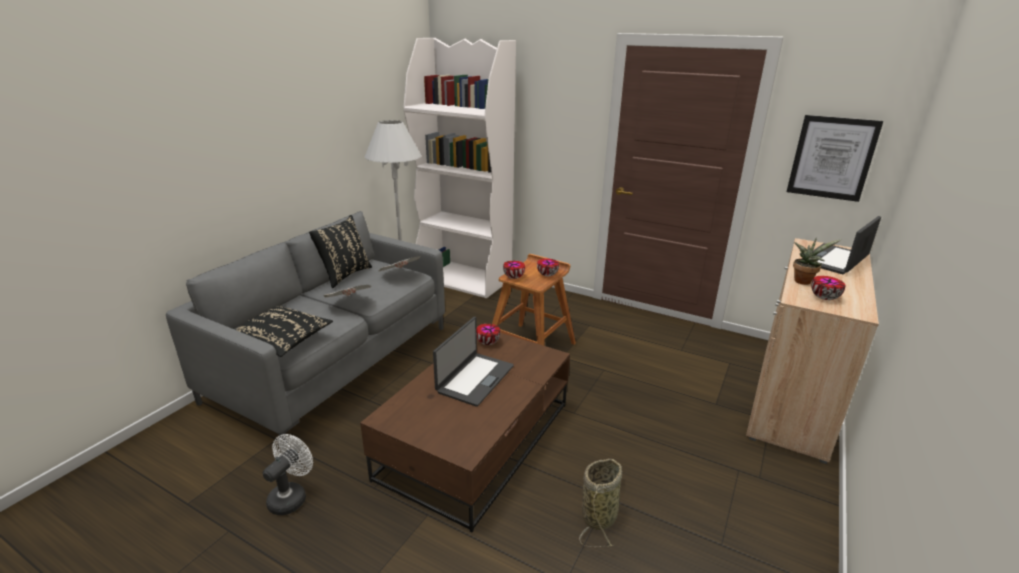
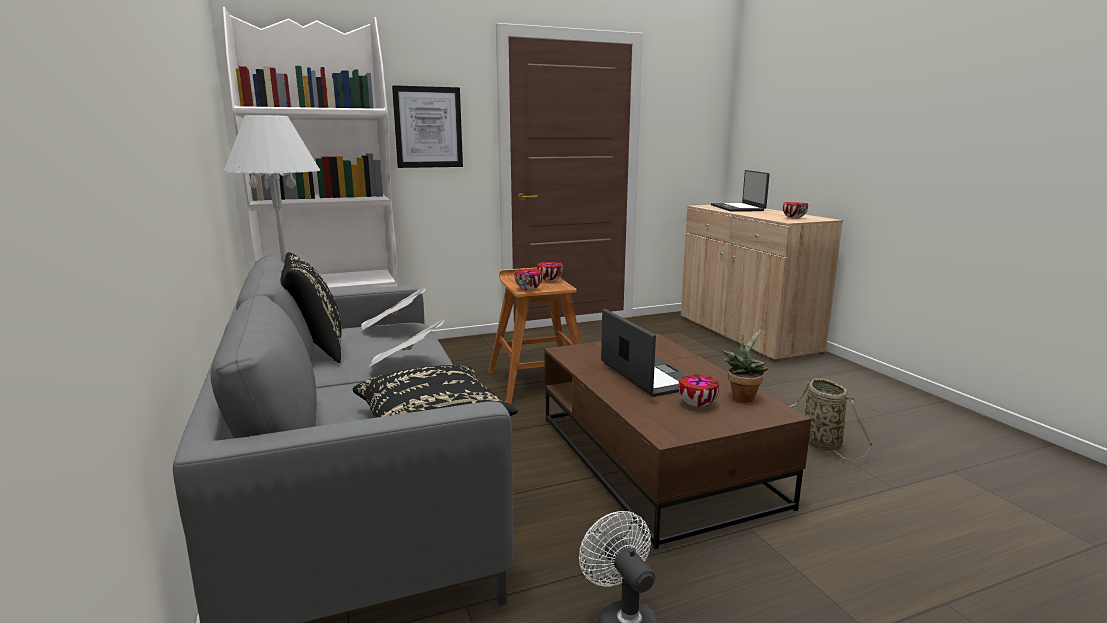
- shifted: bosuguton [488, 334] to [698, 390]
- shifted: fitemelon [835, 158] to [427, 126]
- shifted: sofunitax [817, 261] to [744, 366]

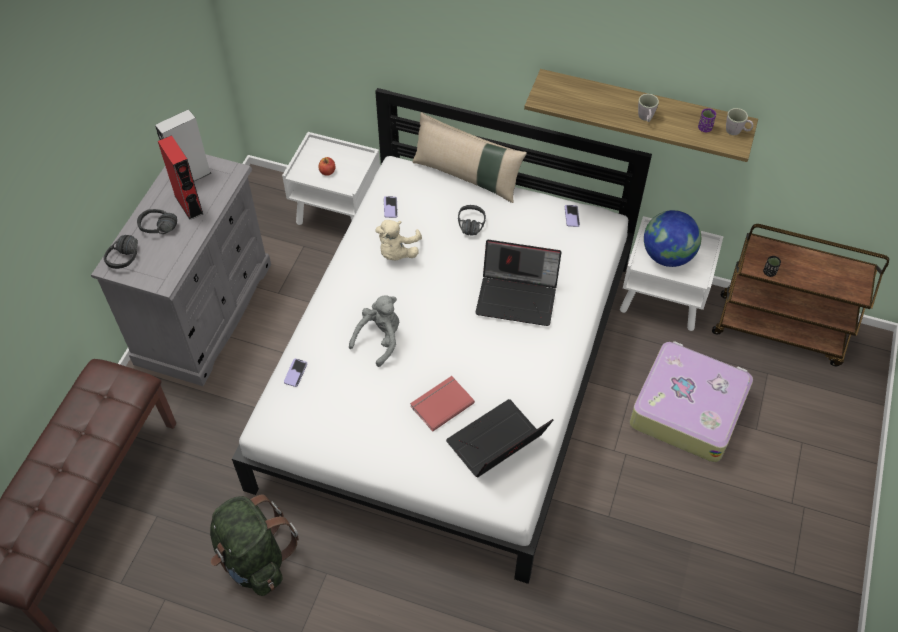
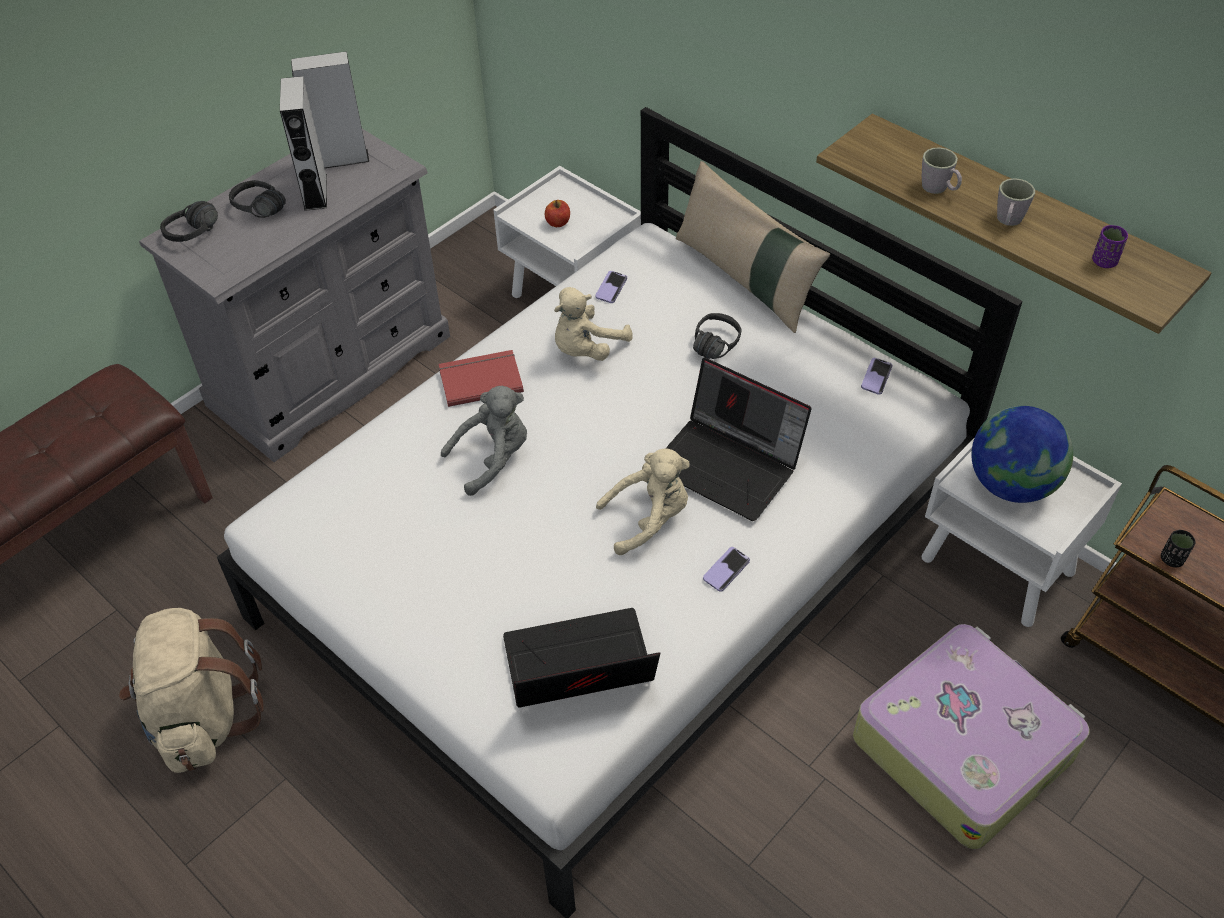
- new: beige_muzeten [643, 501]
- shifted: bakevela [295, 372] to [726, 569]
- shifted: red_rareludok [442, 404] to [481, 378]
- shifted: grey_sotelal [739, 121] to [942, 170]
- repainted: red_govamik [181, 177] to grey_govamik [303, 143]
- repainted: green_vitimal [254, 545] to beige_vitimal [191, 690]

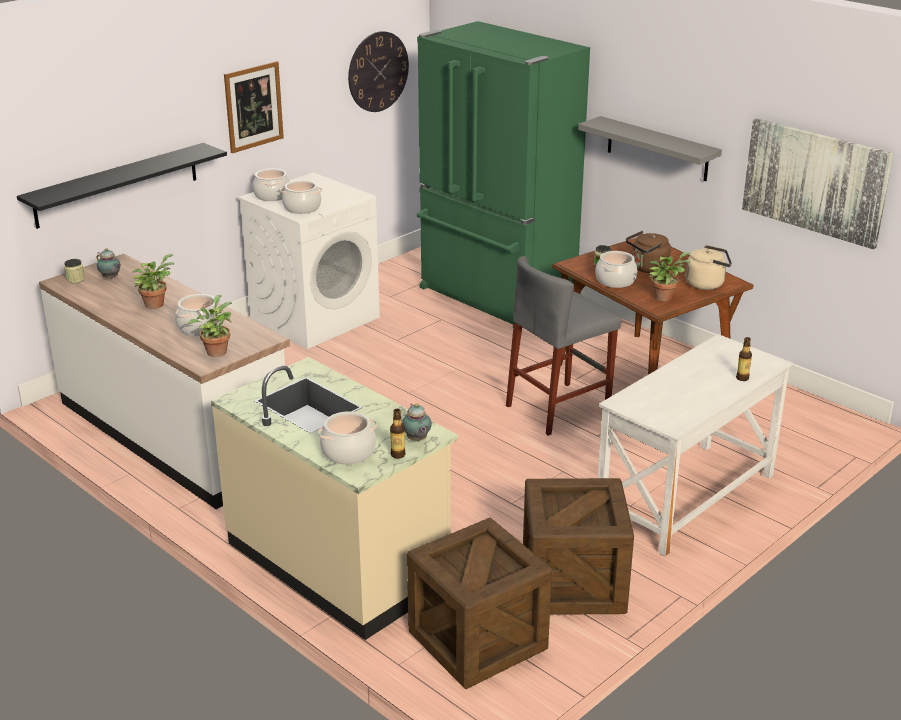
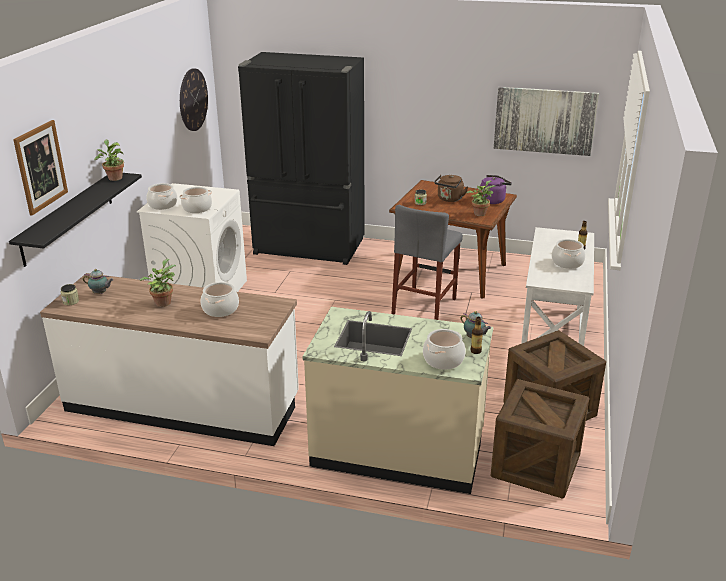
- gone: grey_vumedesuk [650, 148]
- shifted: sofunitax [209, 326] to [109, 160]
- shifted: fitemelon [254, 107] to [40, 168]
- shifted: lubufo [616, 269] to [568, 254]
- repainted: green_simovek [503, 174] to black_simovek [301, 158]
- repainted: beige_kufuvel [709, 267] to purple_kufuvel [496, 189]

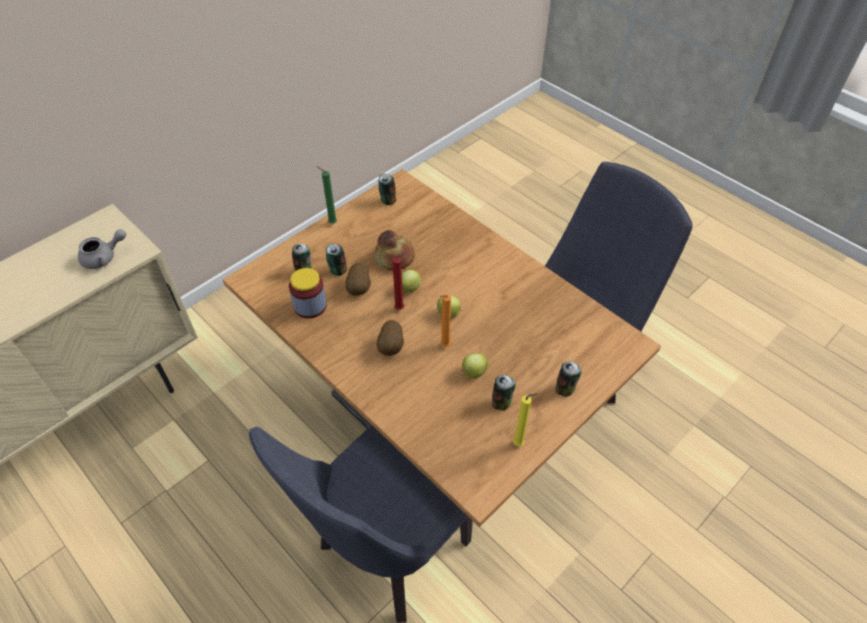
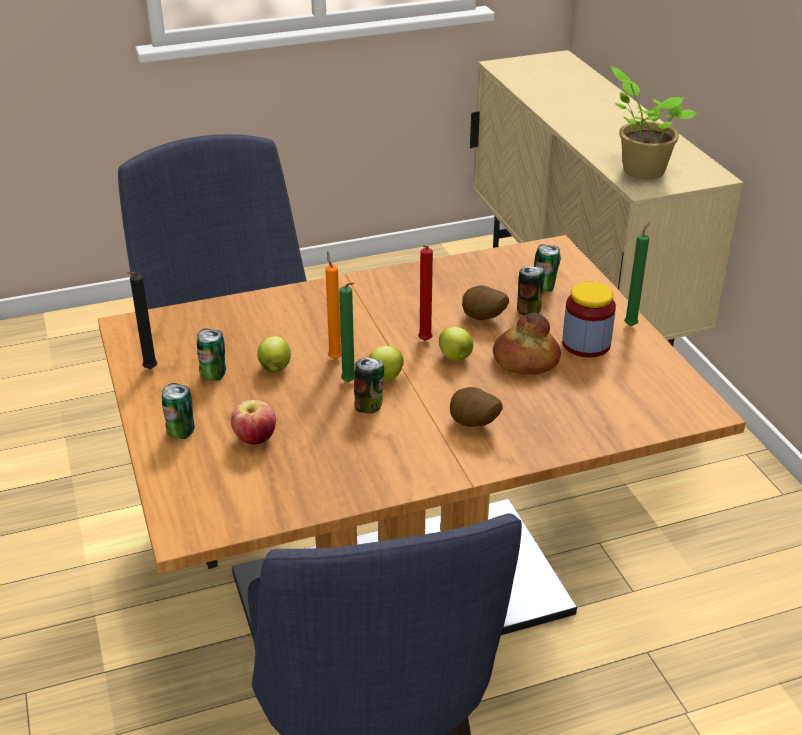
- new: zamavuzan [253, 422]
- new: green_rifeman [347, 332]
- shifted: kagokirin [308, 293] to [589, 319]
- shifted: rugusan [390, 338] to [476, 407]
- shifted: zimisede [387, 189] to [369, 386]
- swapped: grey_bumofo [102, 249] to sofunitax [653, 122]
- repainted: yellow_rifeman [525, 419] to black_rifeman [142, 320]

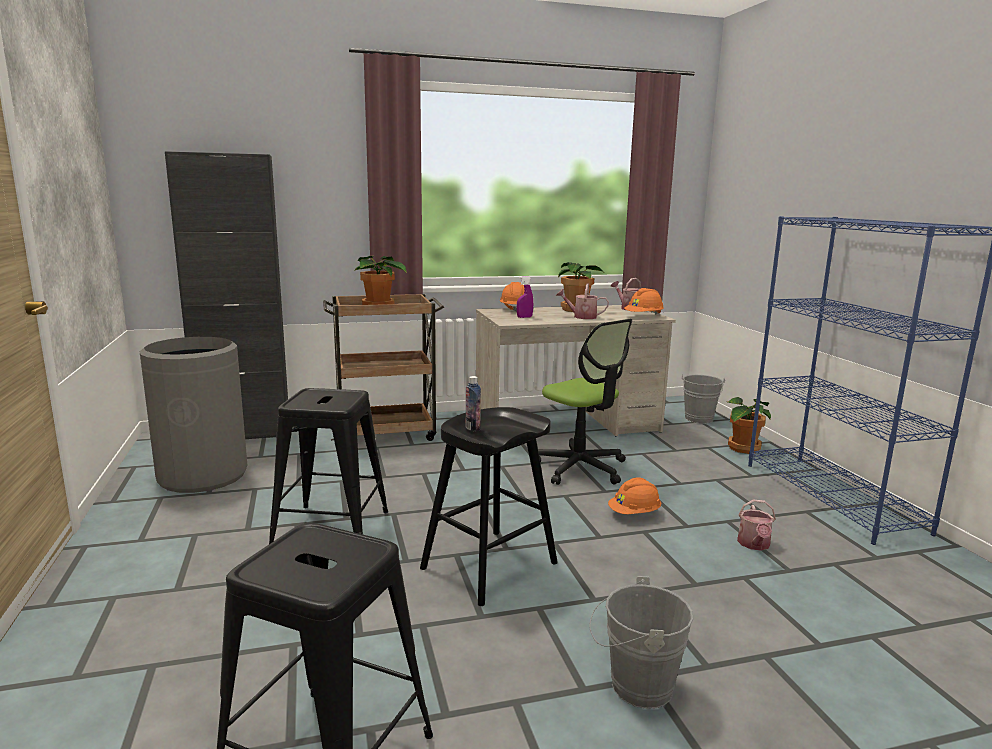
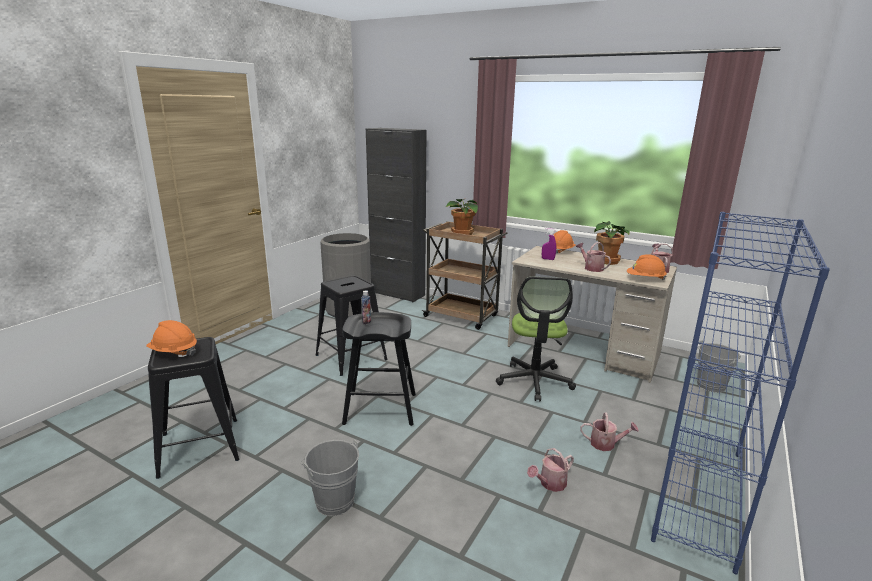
- gone: sofunitax [749, 425]
- new: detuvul [609, 431]
- shifted: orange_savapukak [634, 496] to [171, 338]

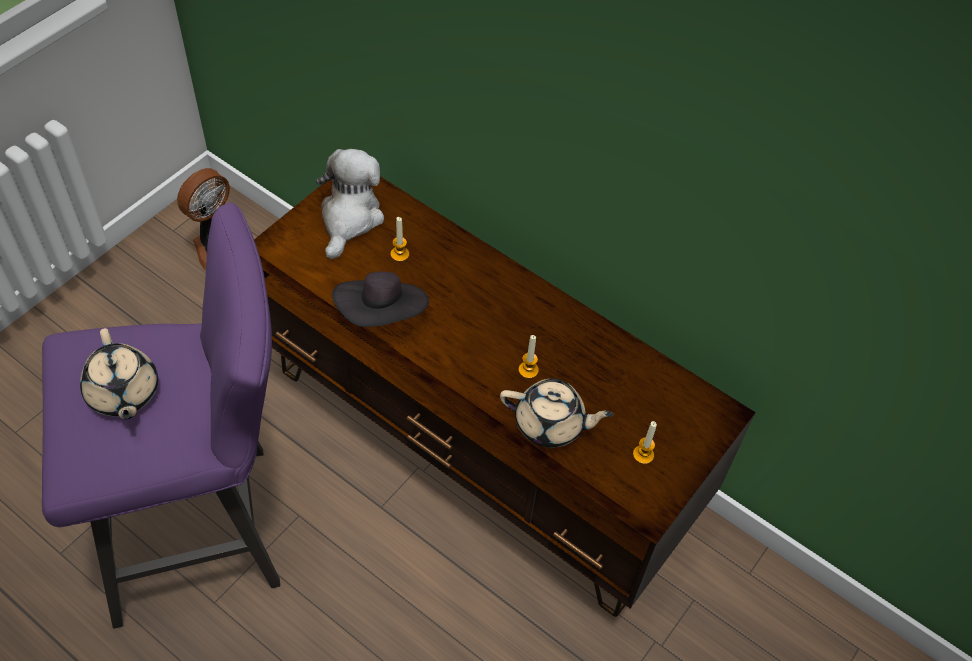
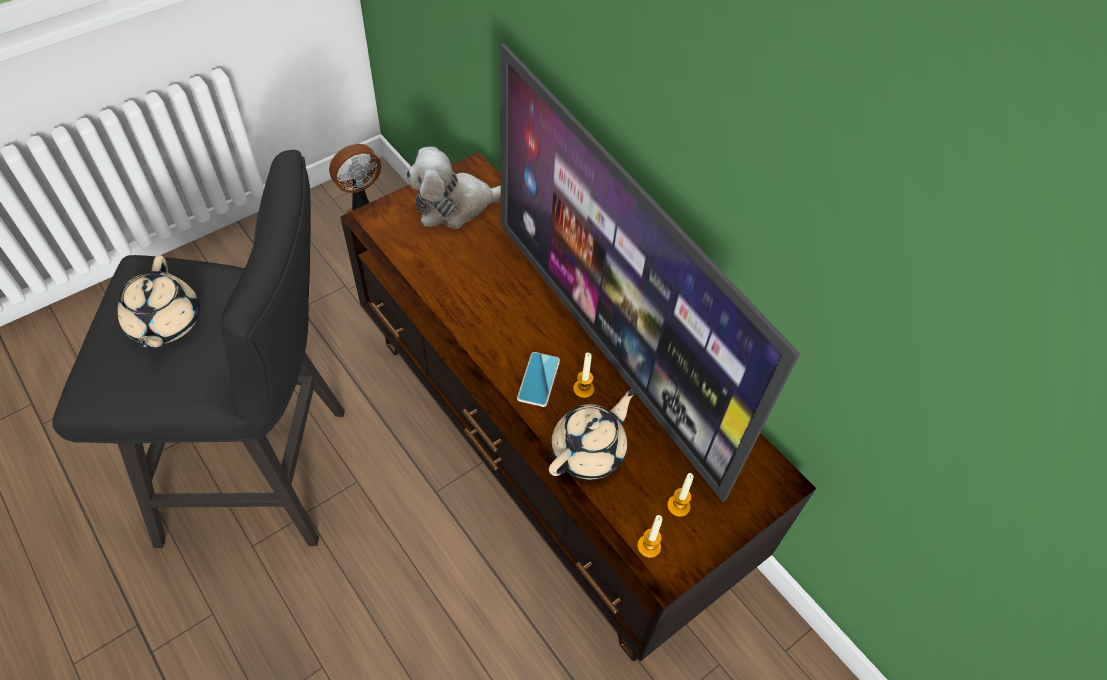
- gone: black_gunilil [380, 299]
- new: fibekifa [650, 272]
- new: bakevela [538, 379]
- shifted: rifeman [400, 239] to [649, 536]
- repainted: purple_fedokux [161, 415] to black_fedokux [199, 349]
- rotated: muzeten [350, 204] = [453, 188] 135 degrees counterclockwise
- rotated: beige_bumofo [557, 413] = [592, 433] 75 degrees counterclockwise

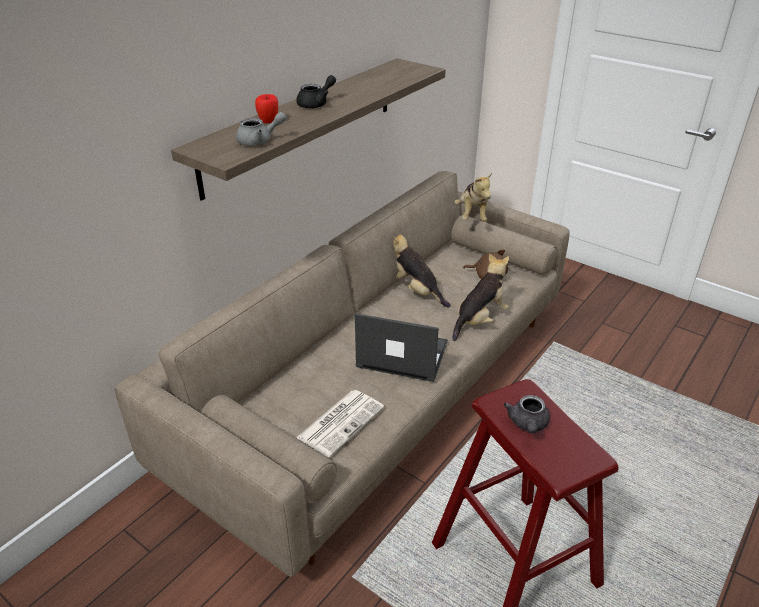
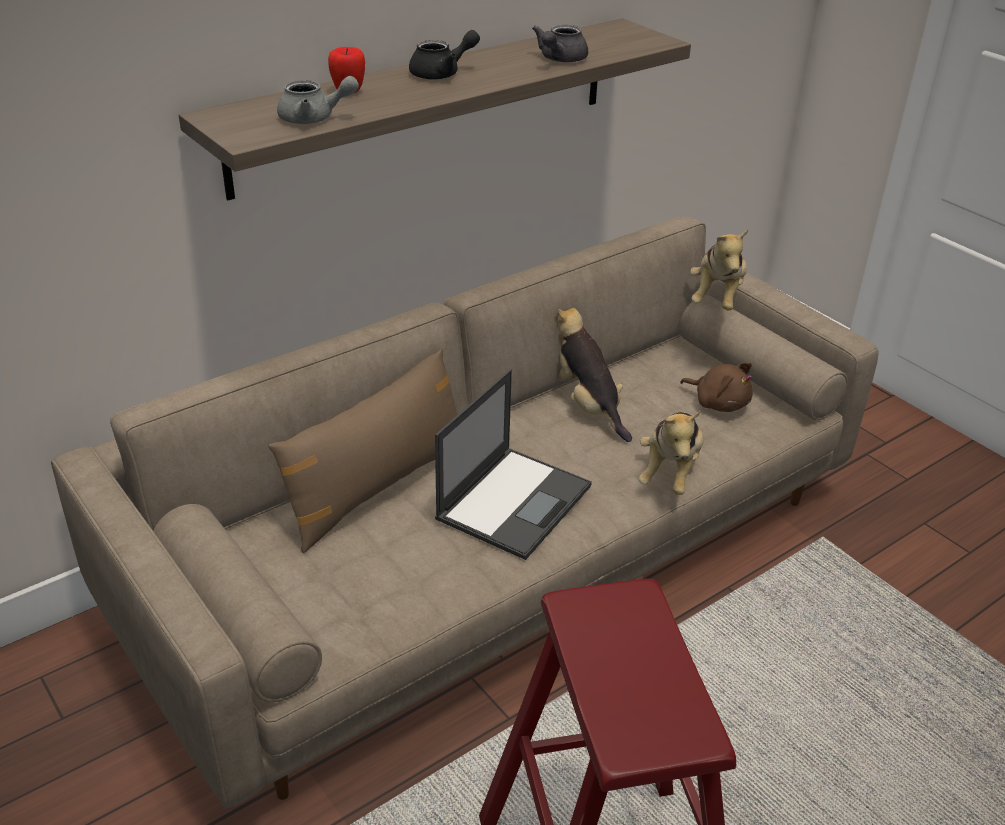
- gone: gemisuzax [340, 423]
- new: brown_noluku [363, 451]
- shifted: grey_bumofo [527, 414] to [560, 43]
- rotated: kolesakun [401, 347] = [513, 464] 90 degrees clockwise
- rotated: muzeten [480, 297] = [671, 453] 135 degrees clockwise

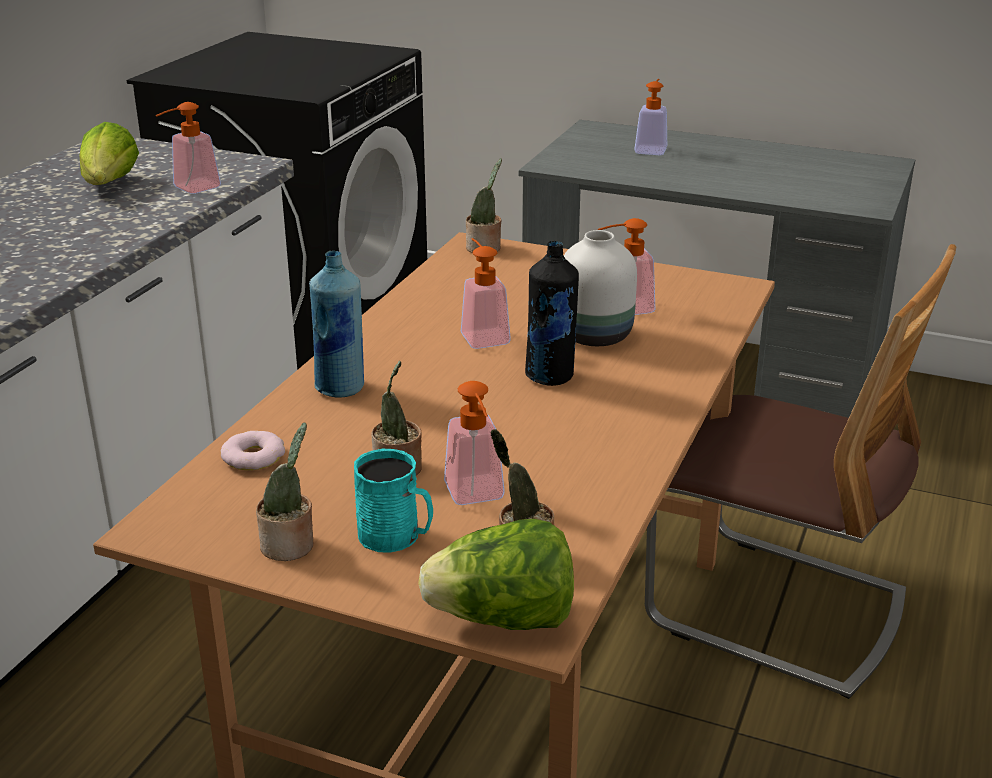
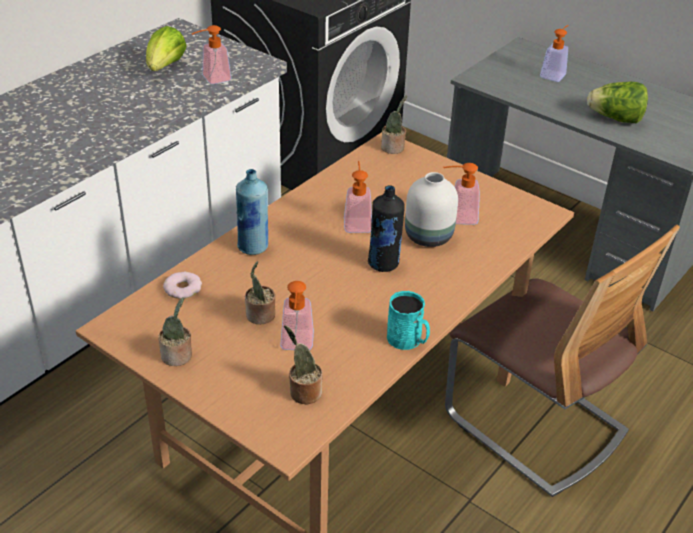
- shifted: turquoise_sotelal [393, 500] to [408, 320]
- shifted: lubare [496, 574] to [617, 102]

